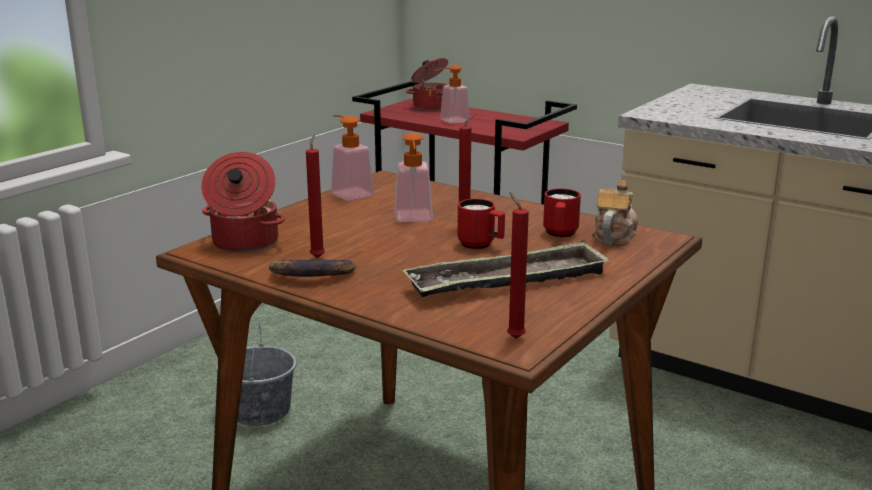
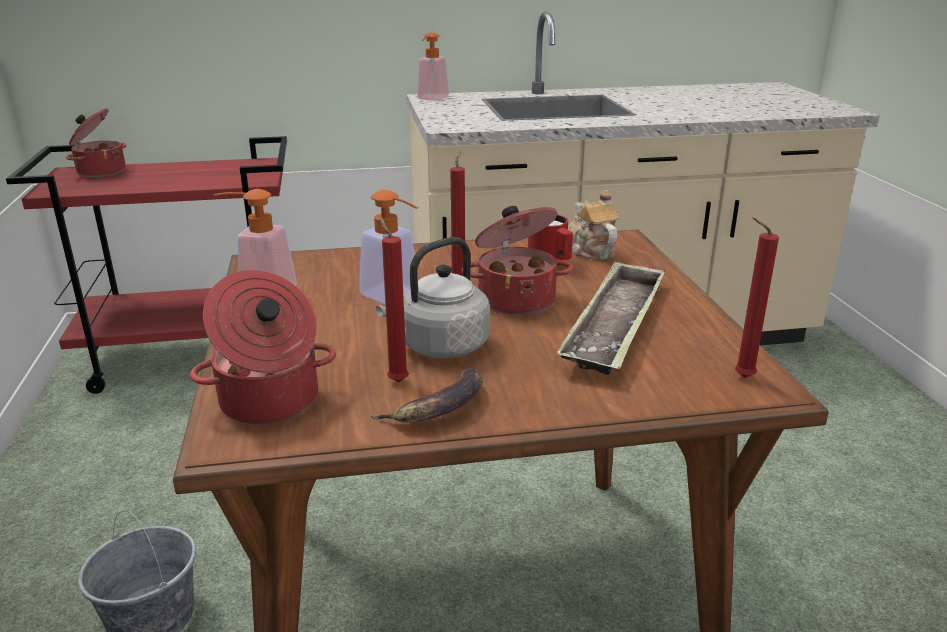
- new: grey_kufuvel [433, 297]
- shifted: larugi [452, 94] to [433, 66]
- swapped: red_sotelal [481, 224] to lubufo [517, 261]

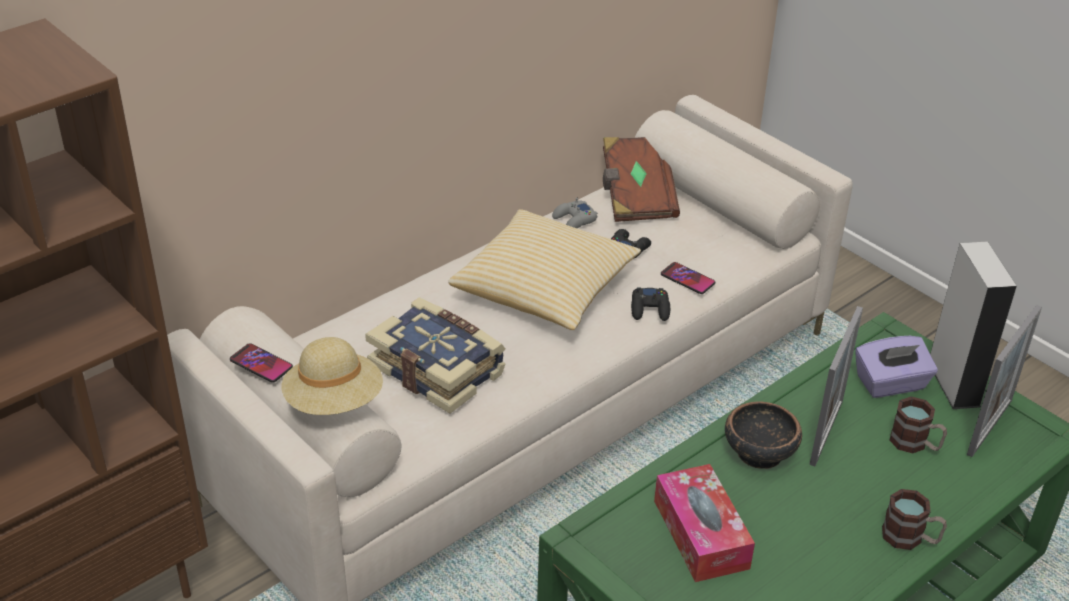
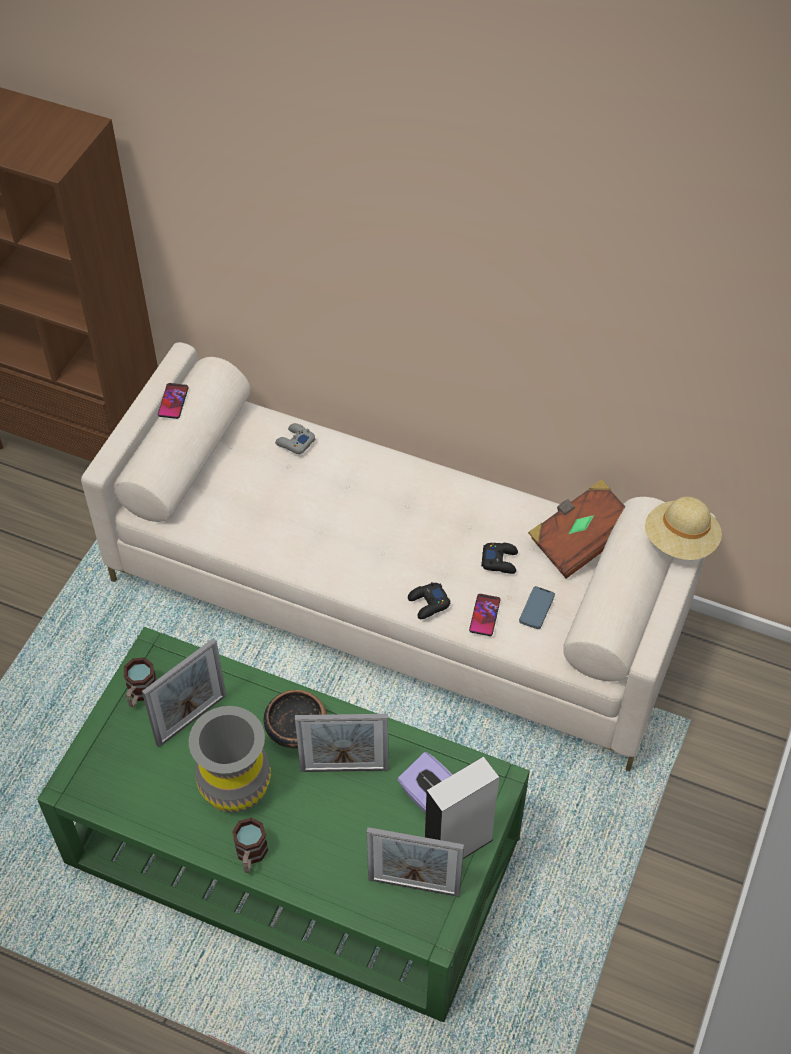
- gone: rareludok [435, 355]
- gone: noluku [544, 269]
- new: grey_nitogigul [230, 759]
- new: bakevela [537, 607]
- shifted: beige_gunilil [332, 376] to [683, 528]
- shifted: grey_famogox [575, 213] to [295, 438]
- shifted: sotelal [918, 425] to [140, 682]
- swapped: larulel [704, 523] to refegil [184, 692]

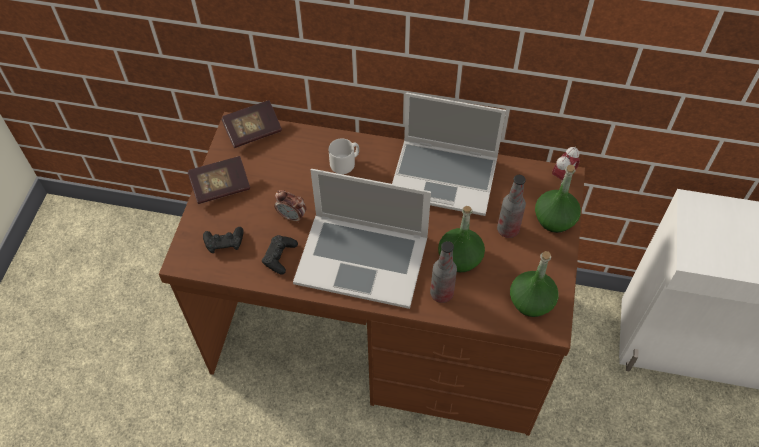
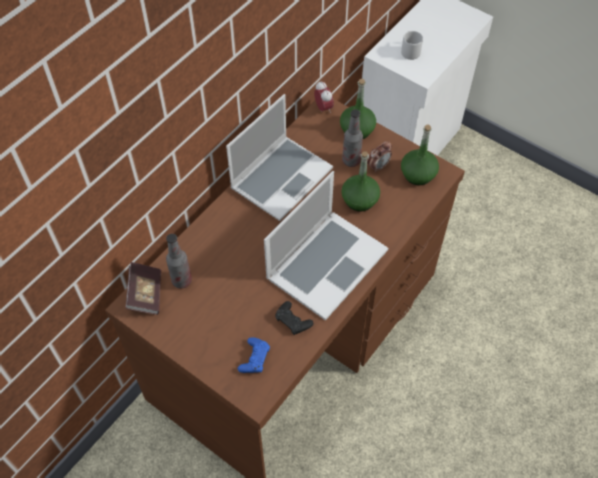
- gone: rareludok [219, 180]
- shifted: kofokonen [290, 206] to [379, 157]
- shifted: grey_sotelal [344, 156] to [412, 45]
- shifted: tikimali [443, 272] to [179, 261]
- repainted: black_famogox [223, 240] to blue_famogox [254, 355]

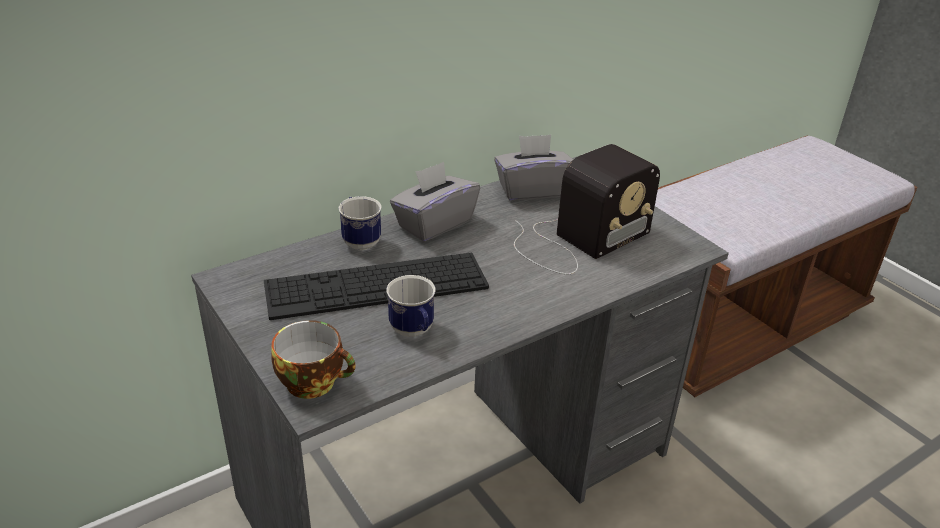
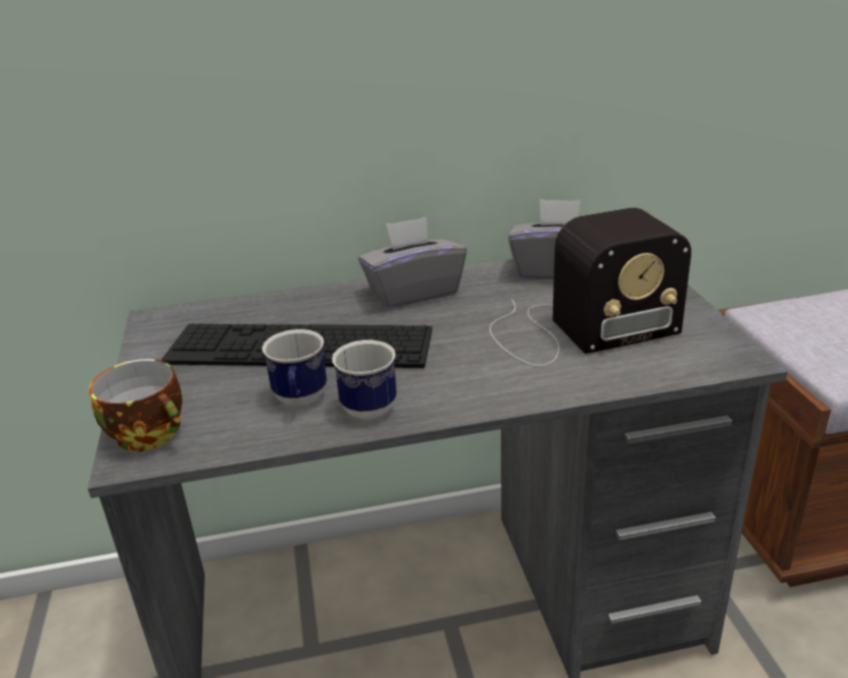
- shifted: sotelal [360, 223] to [364, 379]

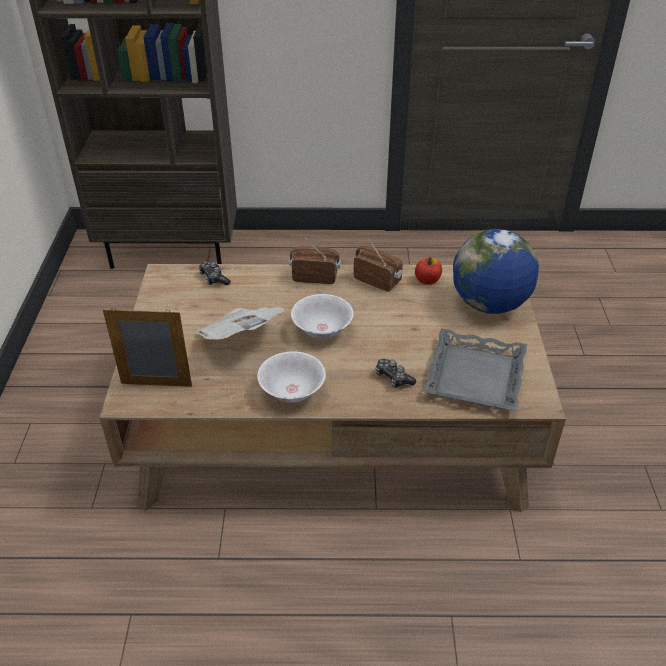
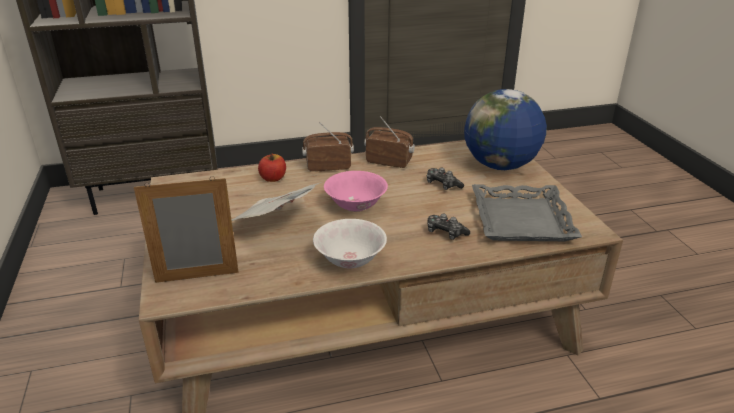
- shifted: famogox [214, 273] to [445, 179]
- shifted: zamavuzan [428, 271] to [272, 167]
- repainted: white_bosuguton [322, 316] to pink_bosuguton [356, 191]

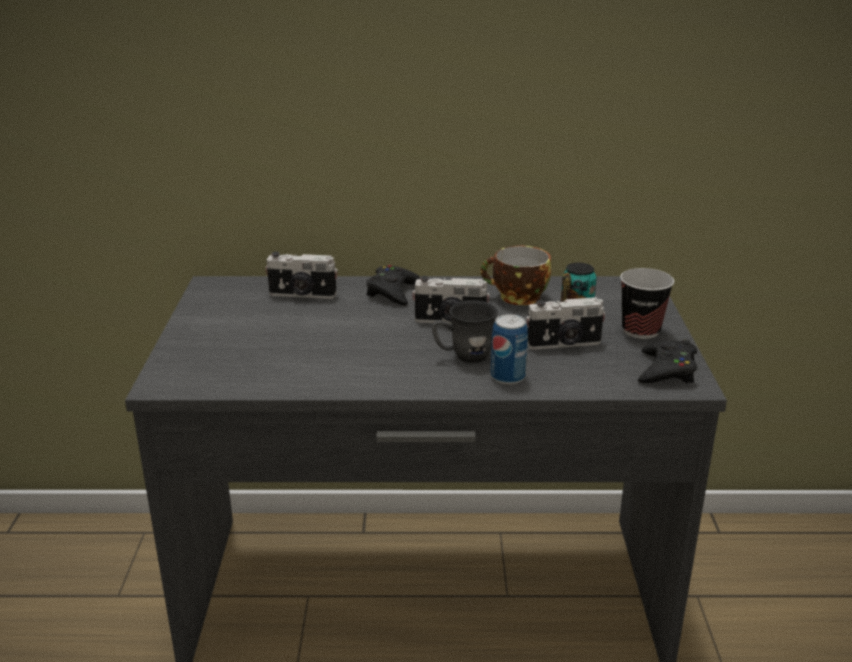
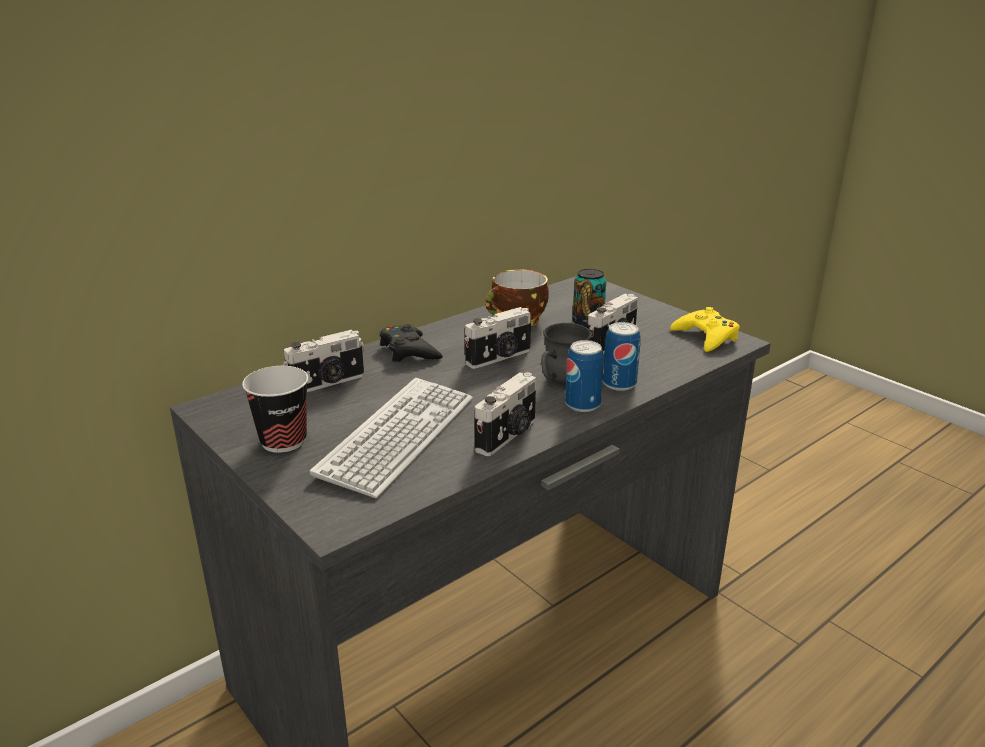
- new: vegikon [391, 438]
- new: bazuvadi [505, 414]
- new: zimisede [584, 376]
- shifted: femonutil [647, 303] to [275, 409]
- repainted: black_famogox [667, 361] to yellow_famogox [704, 329]

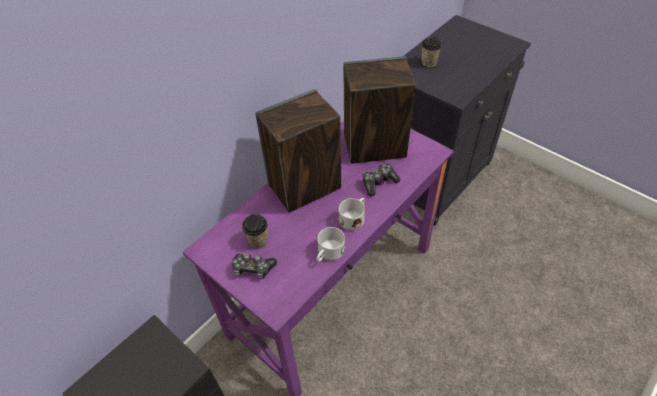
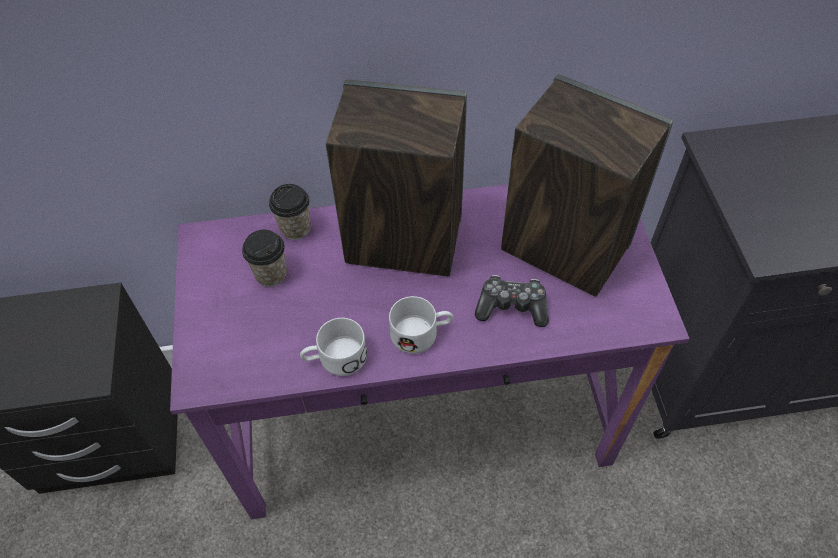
- gone: famogox [254, 266]
- shifted: femonutil [432, 52] to [289, 212]

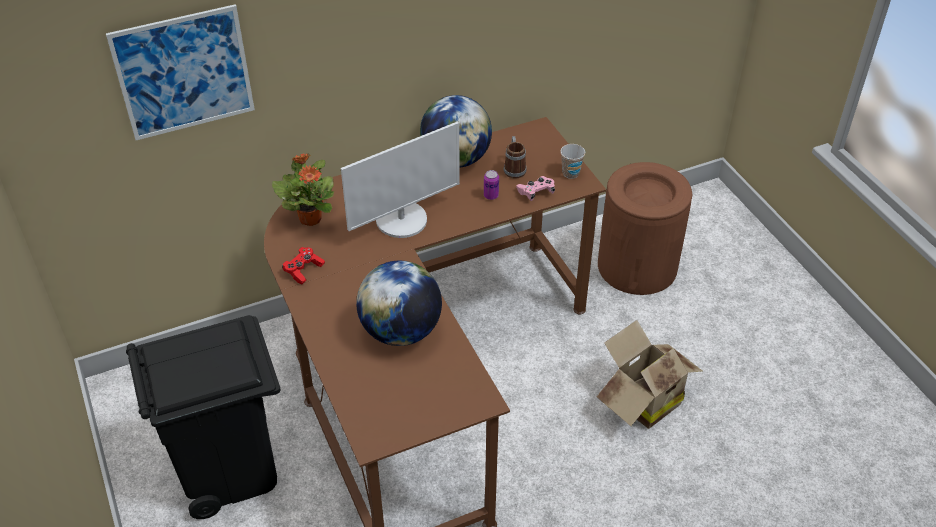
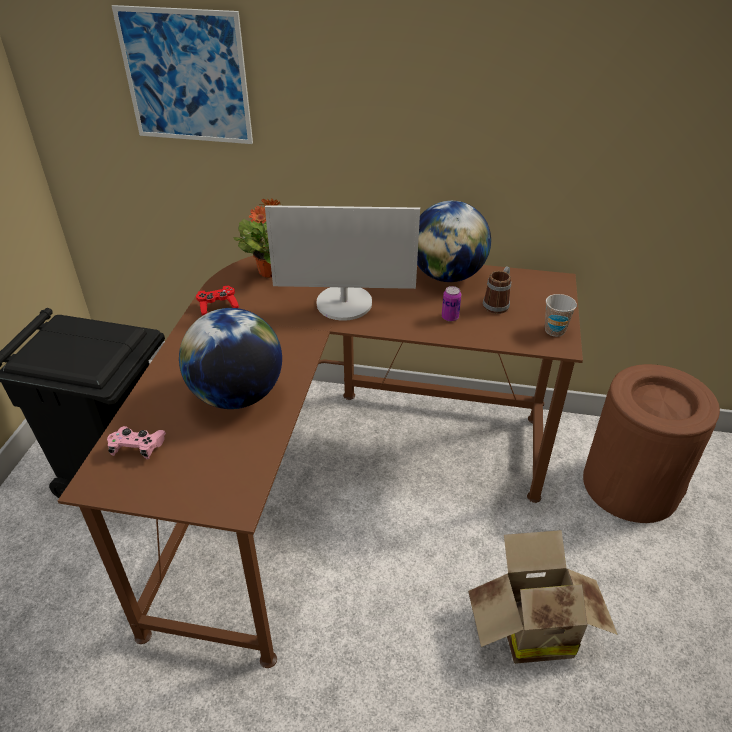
- shifted: pink_famogox [535, 188] to [136, 442]

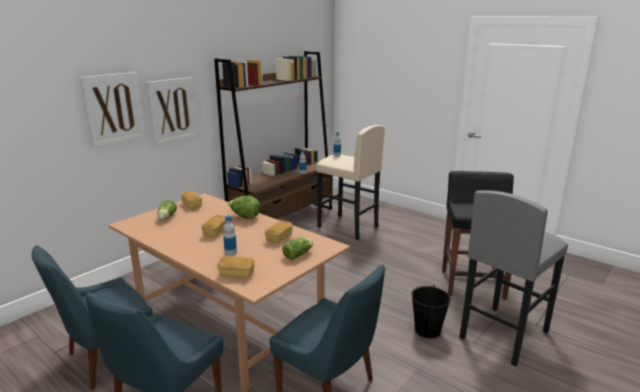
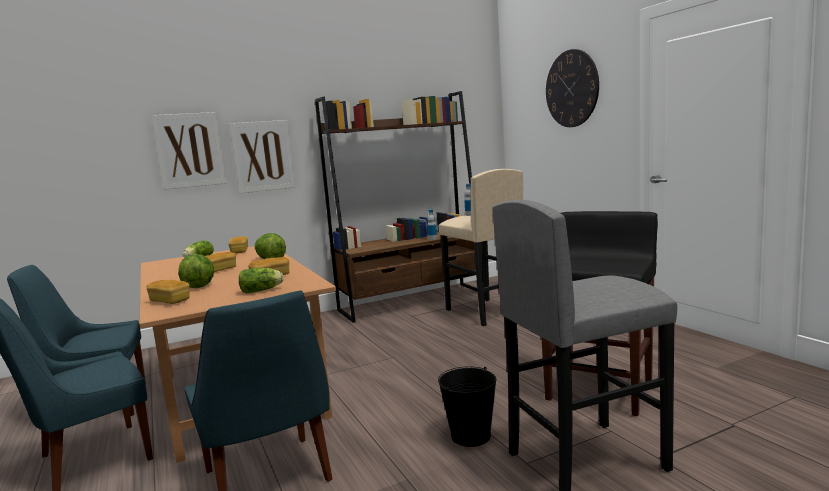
- new: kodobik [572, 88]
- swapped: tikimali [230, 235] to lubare [196, 271]

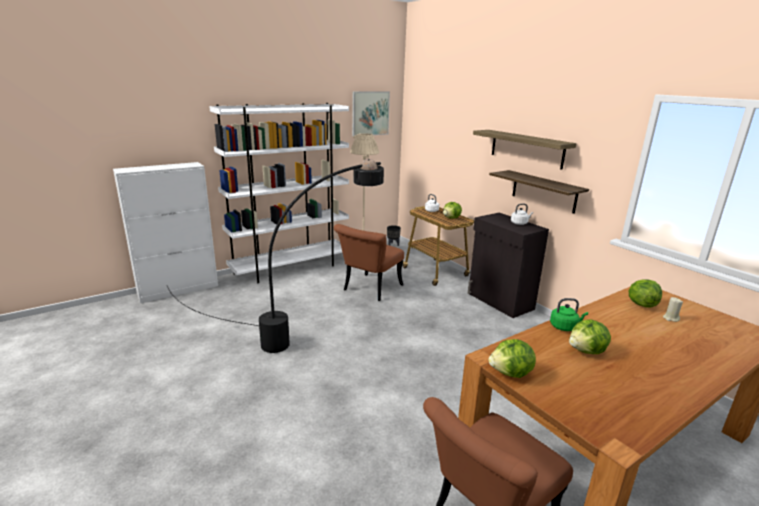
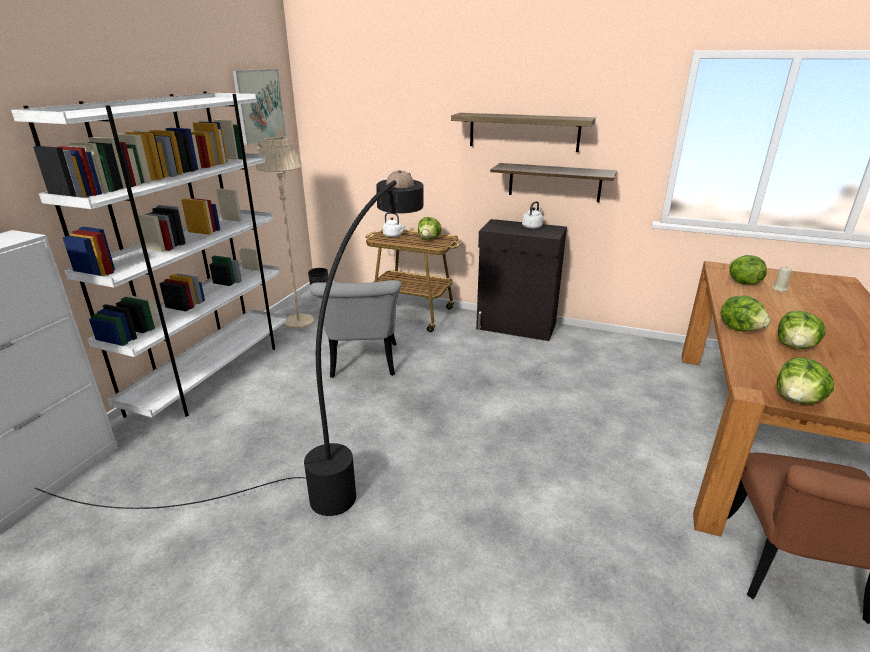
- swapped: green_kufuvel [569, 314] to lubare [745, 314]
- repainted: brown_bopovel [369, 262] to grey_bopovel [355, 329]

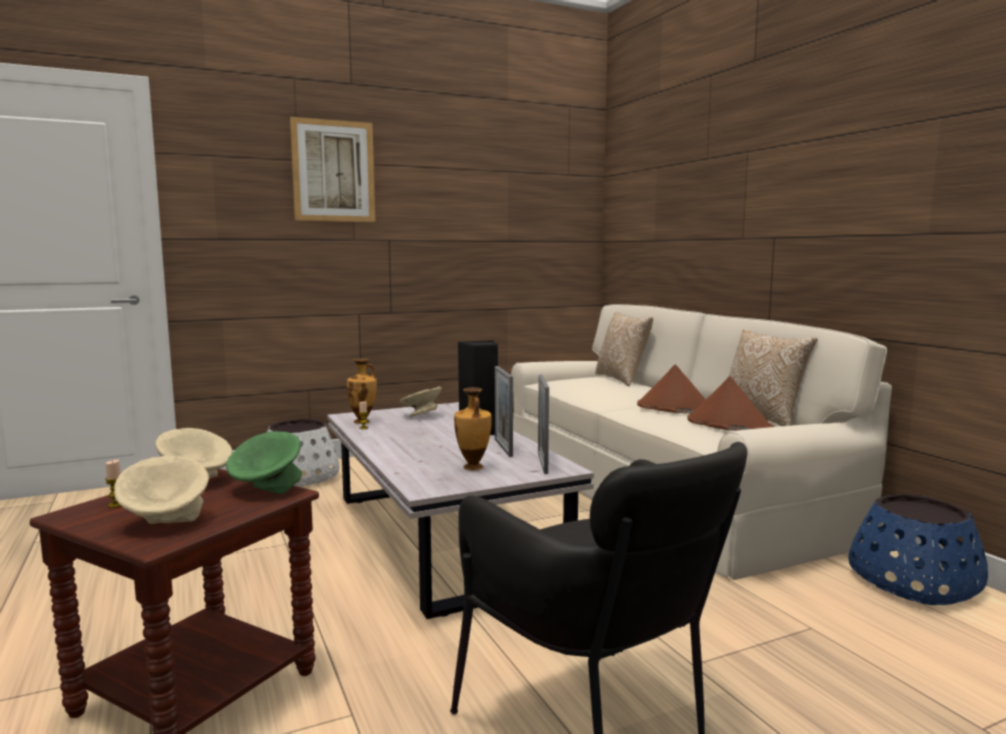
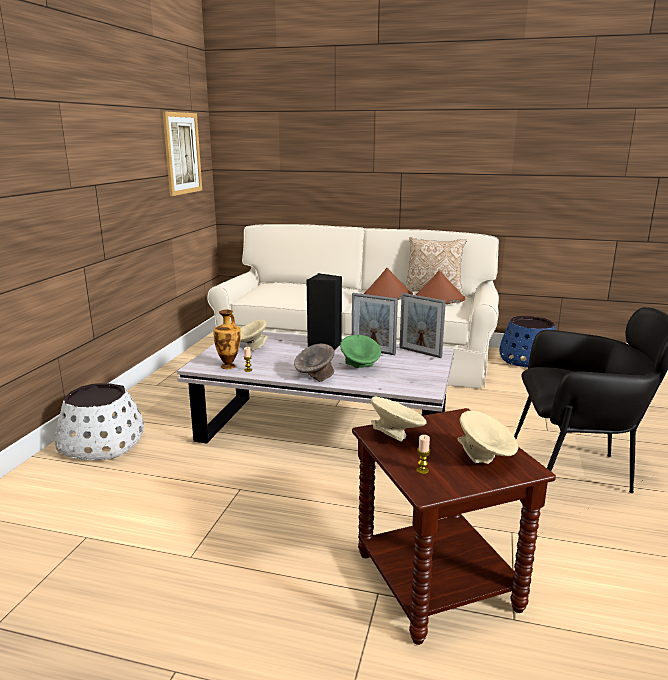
- gone: nitogigul [473, 428]
- gone: noluku [624, 349]
- new: grey_bosuguton [314, 363]
- shifted: green_bosuguton [264, 462] to [360, 351]
- shifted: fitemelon [332, 169] to [182, 153]

